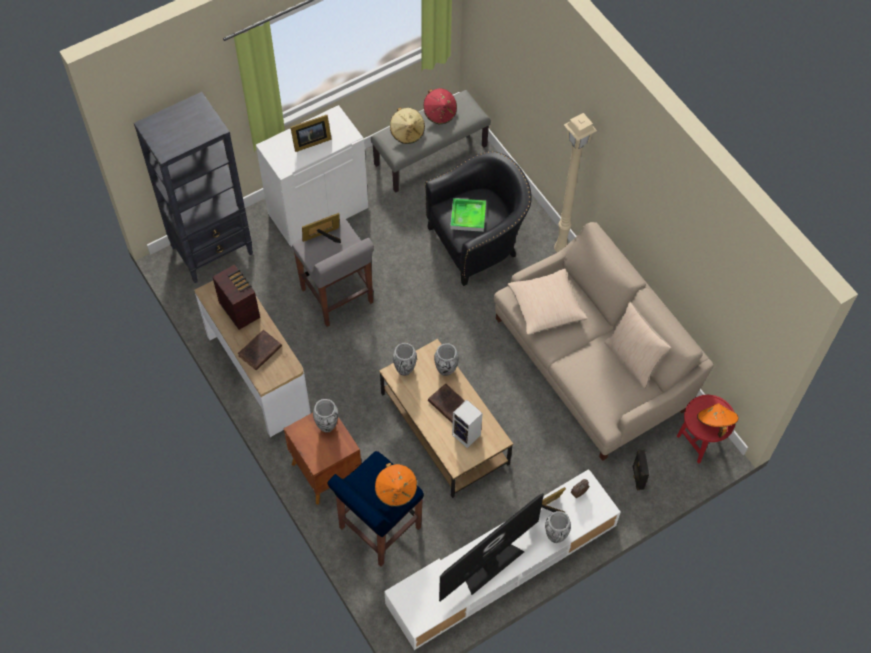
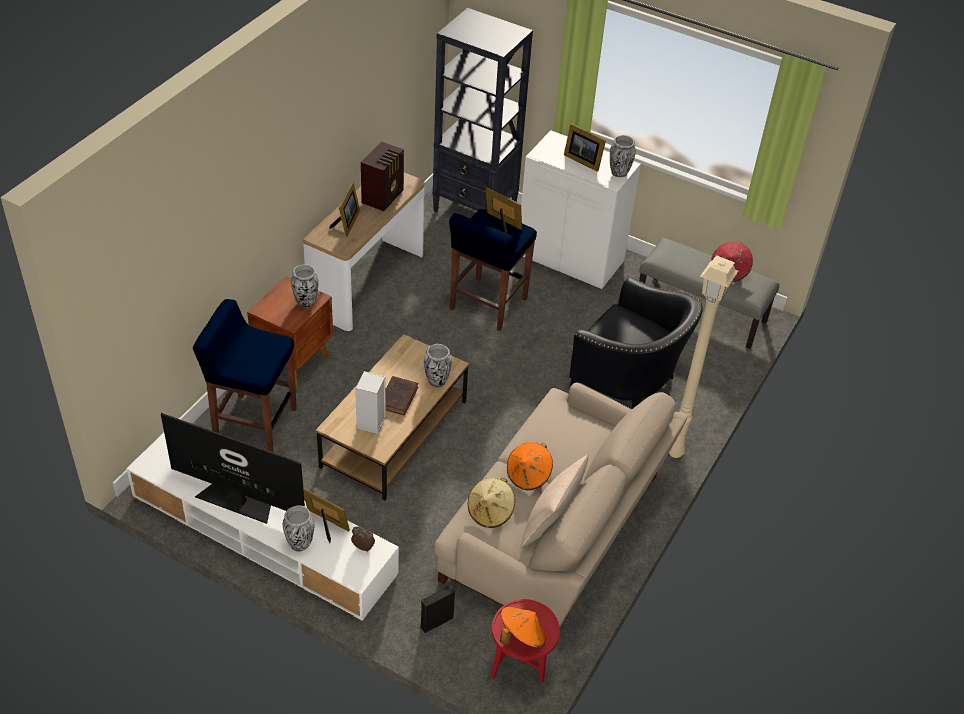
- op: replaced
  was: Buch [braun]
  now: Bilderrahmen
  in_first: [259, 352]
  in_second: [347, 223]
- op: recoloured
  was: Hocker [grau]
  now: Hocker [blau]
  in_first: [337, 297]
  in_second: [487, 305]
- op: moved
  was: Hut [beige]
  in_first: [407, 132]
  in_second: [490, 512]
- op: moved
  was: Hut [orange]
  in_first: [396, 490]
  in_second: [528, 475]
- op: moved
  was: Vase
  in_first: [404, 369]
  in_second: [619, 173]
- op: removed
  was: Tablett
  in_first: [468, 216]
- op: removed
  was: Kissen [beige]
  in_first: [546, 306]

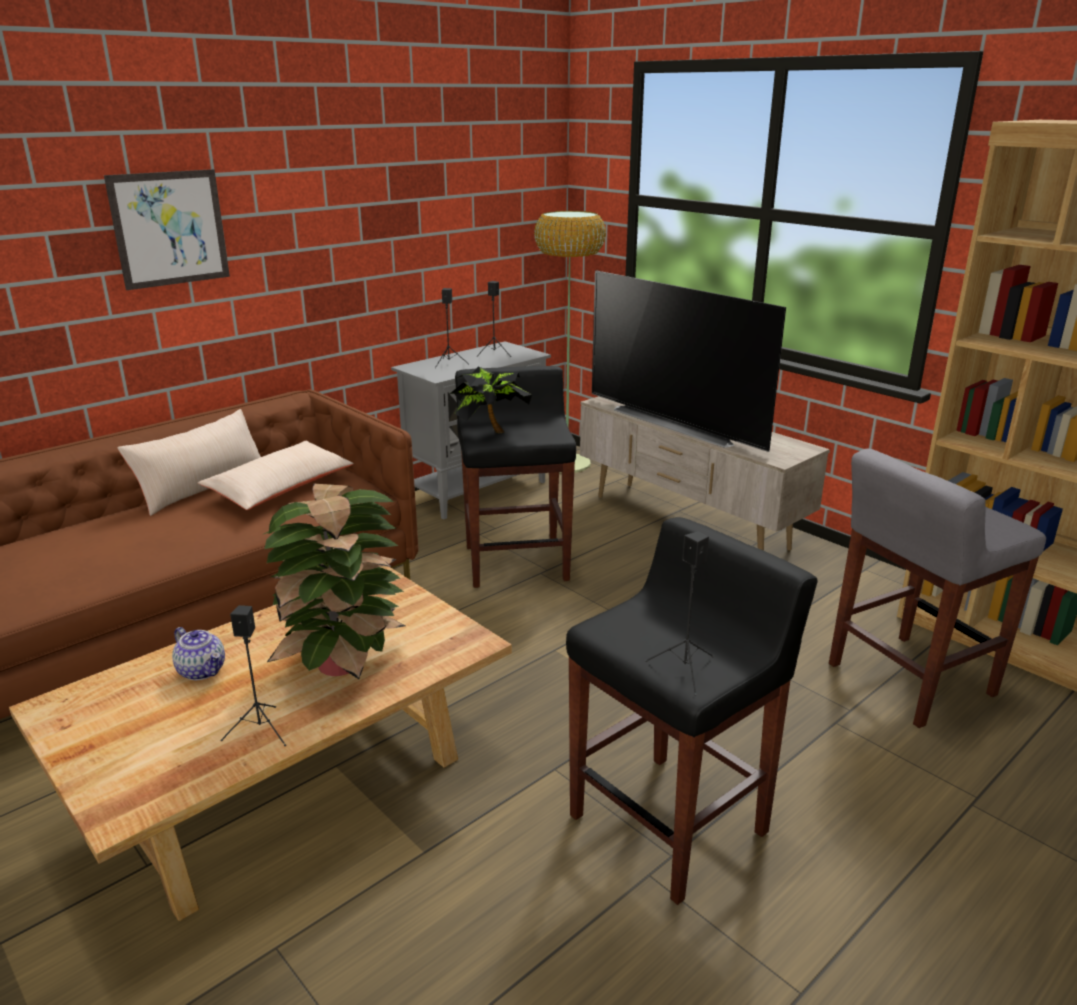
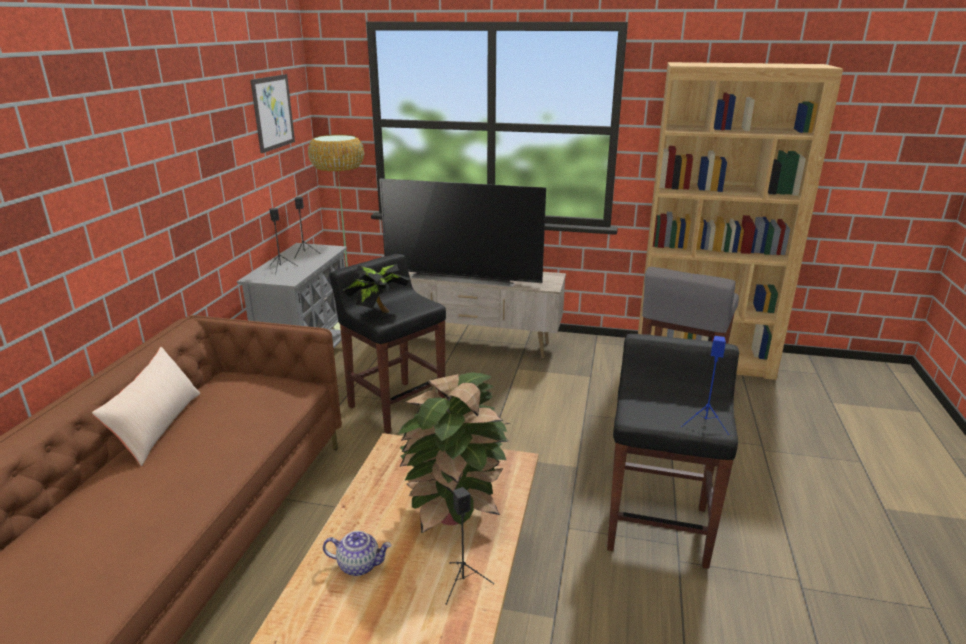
- op: moved
  was: Bild
  in_first: [170, 228]
  in_second: [273, 112]
- op: recoloured
  was: Lautsprecher [schwarz]
  now: Lautsprecher [blau]
  in_first: [685, 671]
  in_second: [705, 423]
- op: removed
  was: Kissen [beige]
  in_first: [280, 488]

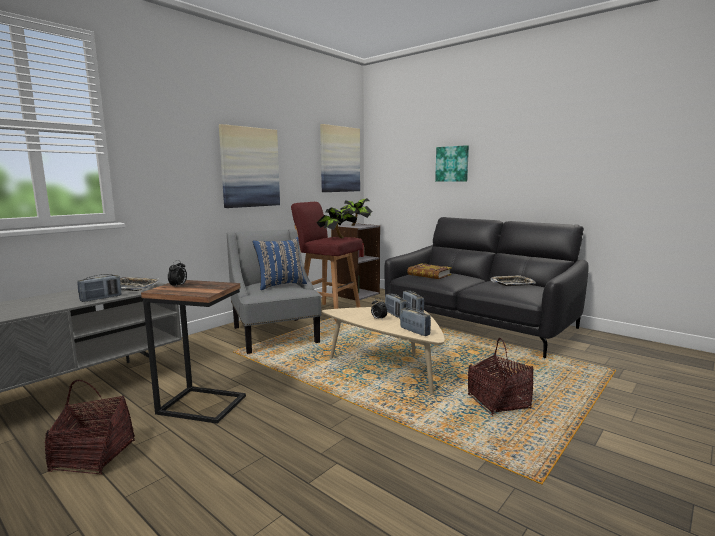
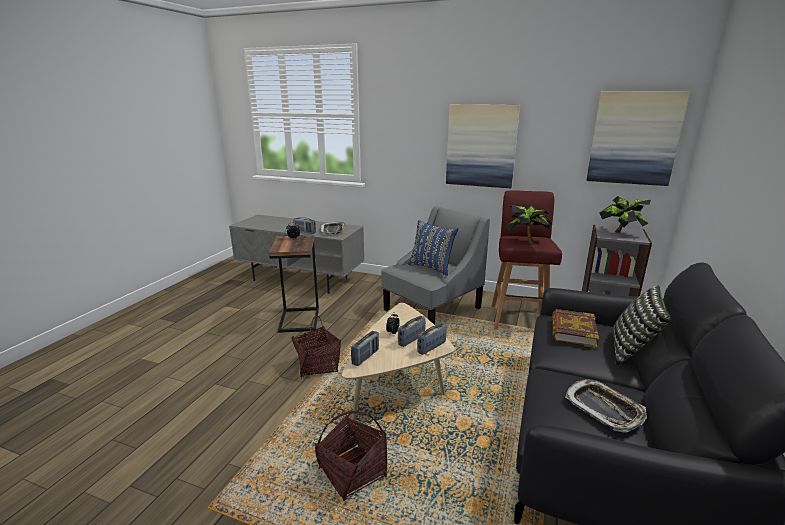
- op: moved
  was: Korb
  in_first: [93, 456]
  in_second: [318, 365]
- op: added
  now: Kissen
  in_second: [632, 350]
- op: removed
  was: Bild
  in_first: [452, 164]

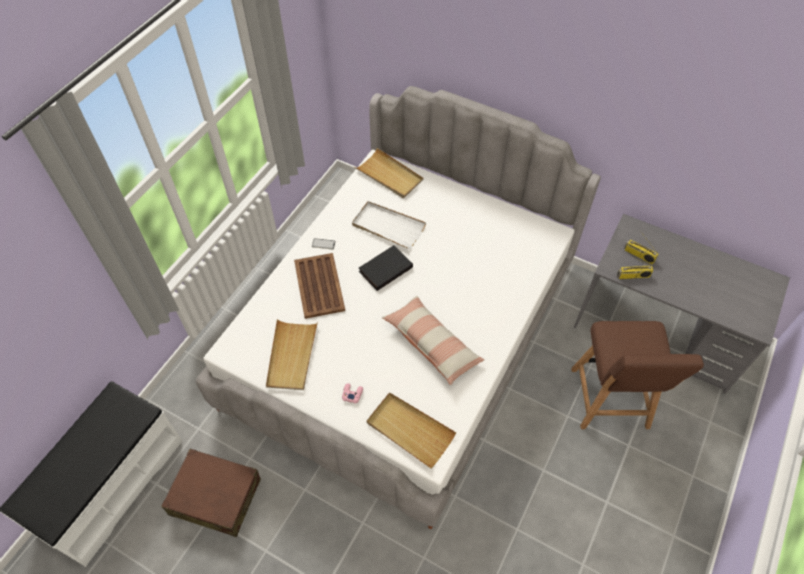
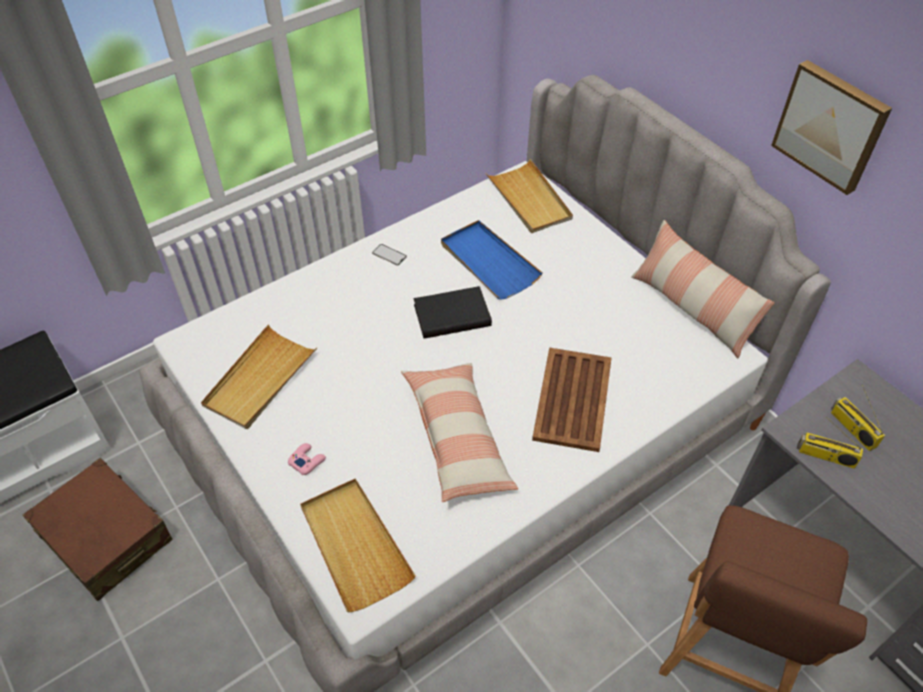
- op: recoloured
  was: Tablett [weiß]
  now: Tablett [blau]
  in_first: [388, 227]
  in_second: [488, 262]
- op: moved
  was: Tablett [braun]
  in_first: [319, 285]
  in_second: [573, 398]
- op: added
  now: Kissen
  in_second: [692, 308]
- op: added
  now: Bild
  in_second: [831, 126]

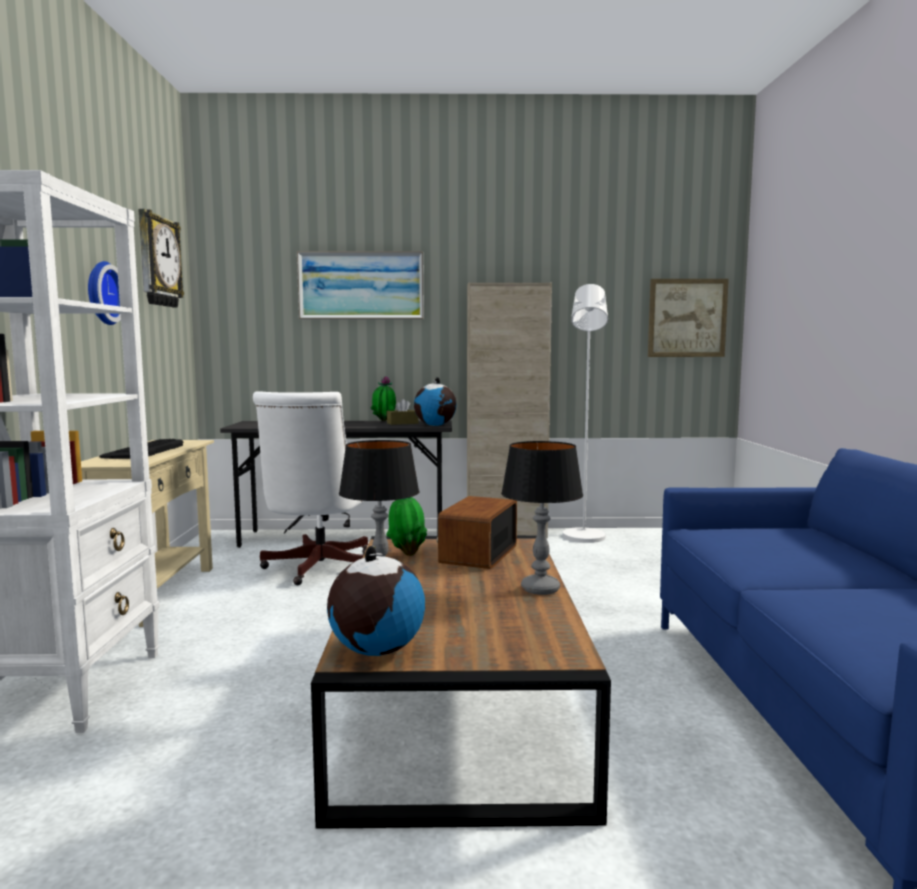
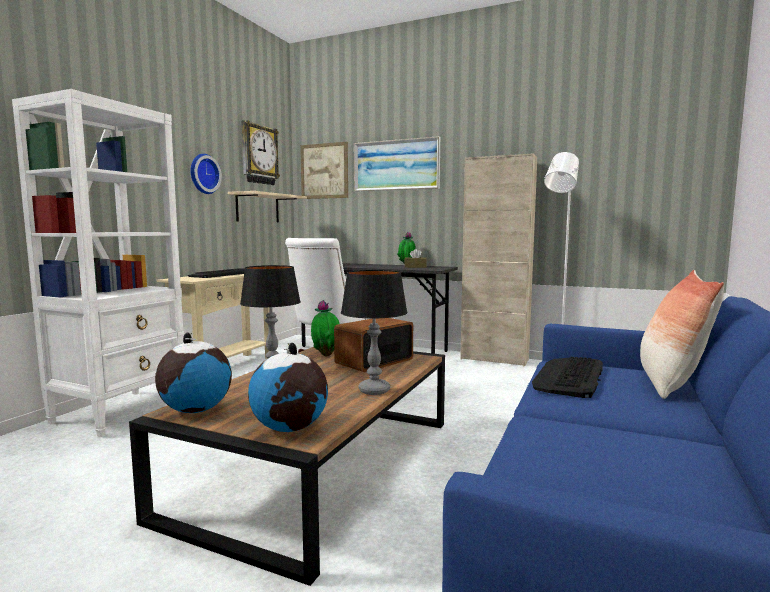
- op: added
  now: Wandregal
  in_second: [257, 208]
- op: moved
  was: Globus
  in_first: [435, 425]
  in_second: [290, 428]
- op: moved
  was: Bild
  in_first: [687, 318]
  in_second: [324, 171]
- op: added
  now: Tastatur
  in_second: [569, 377]
- op: added
  now: Kissen
  in_second: [669, 384]

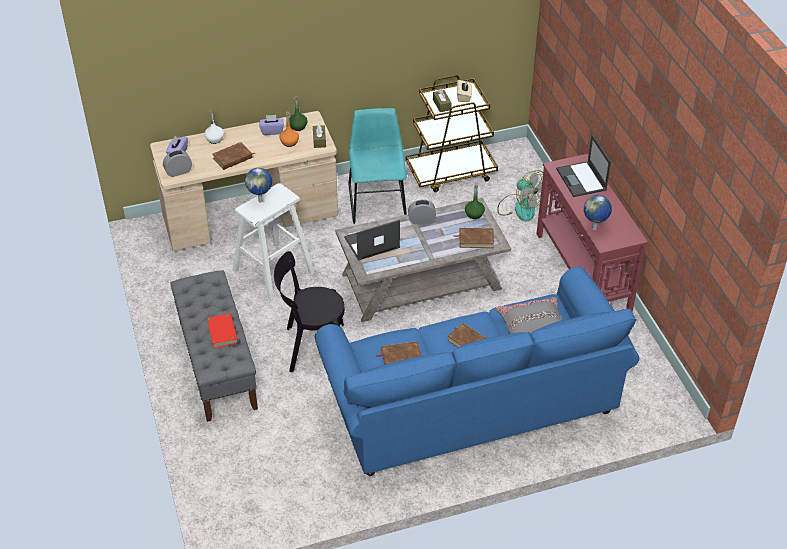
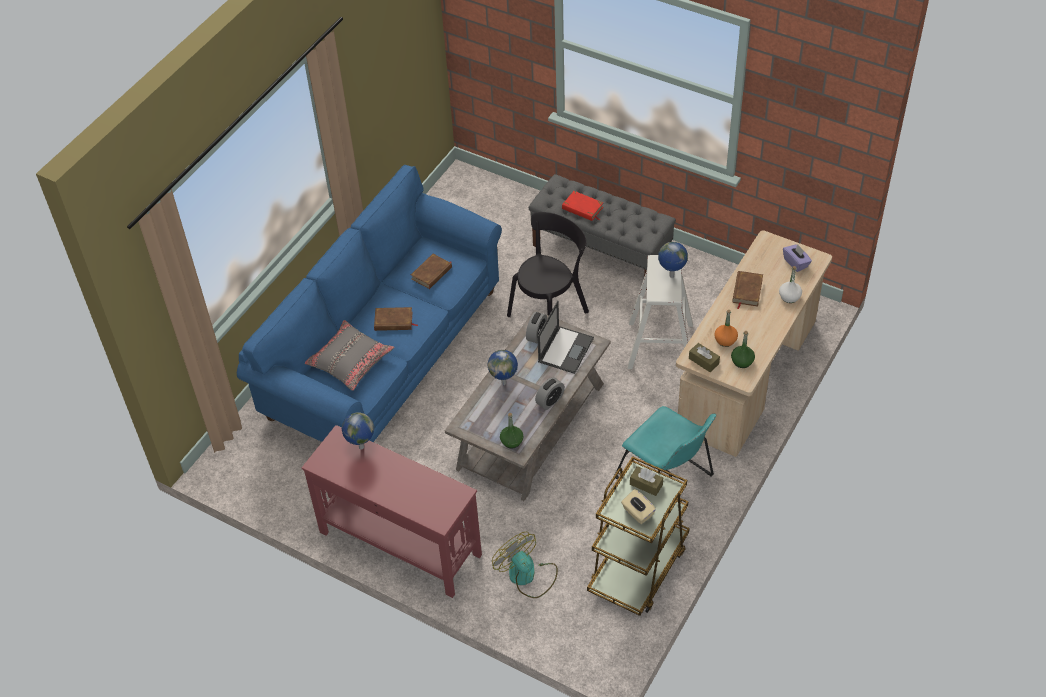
- op: added
  now: Globus
  in_second: [504, 382]
- op: turned
  was: Ventilator
  in_first: [520, 207]
  in_second: [527, 576]
  clockwise: 45
- op: moved
  was: Wecker
  in_first: [178, 172]
  in_second: [536, 335]
- op: removed
  was: Taschentuchbox [lila]
  in_first: [272, 131]
- op: removed
  was: Buch [braun]
  in_first: [476, 239]
- op: removed
  was: Laptop
  in_first: [581, 180]

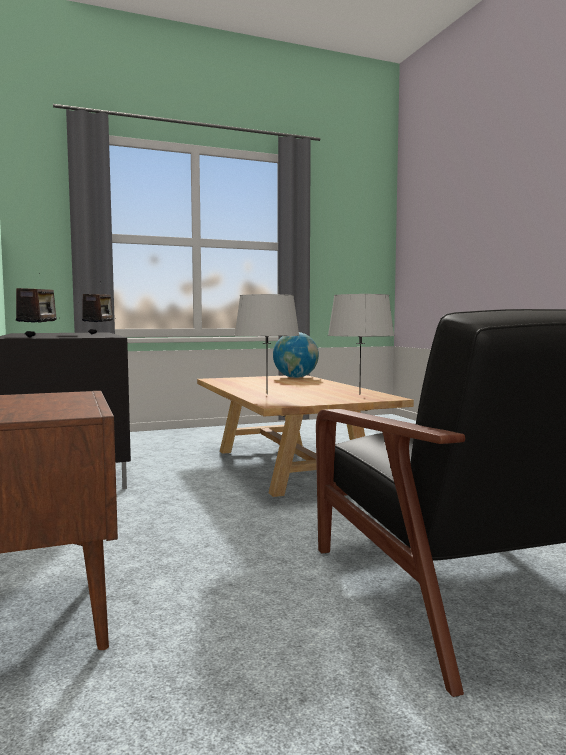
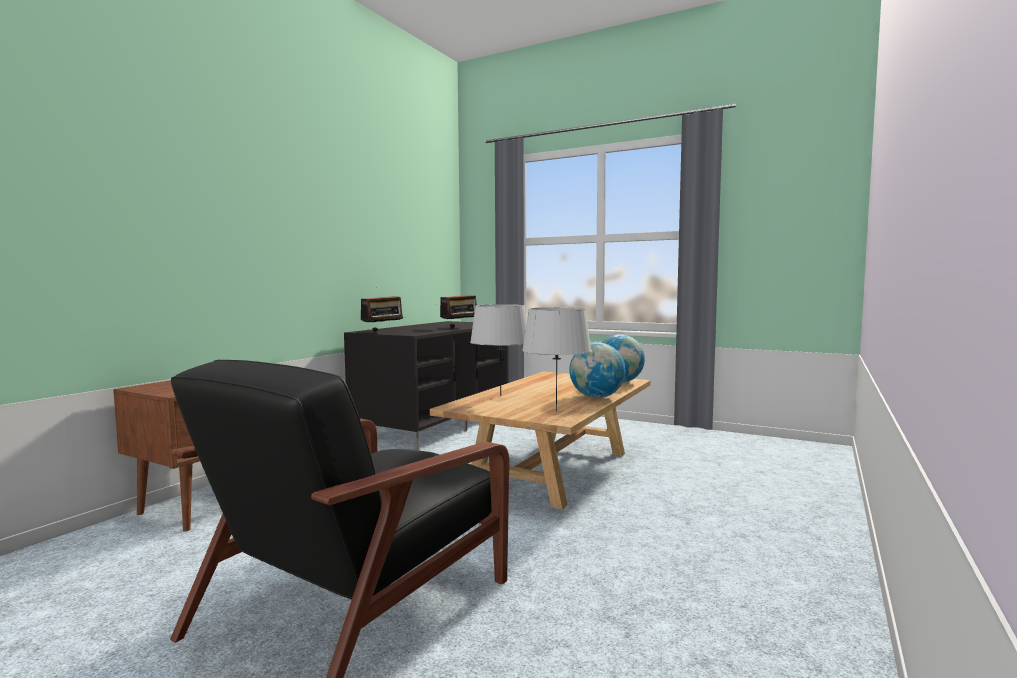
- op: added
  now: Globus
  in_second: [596, 397]

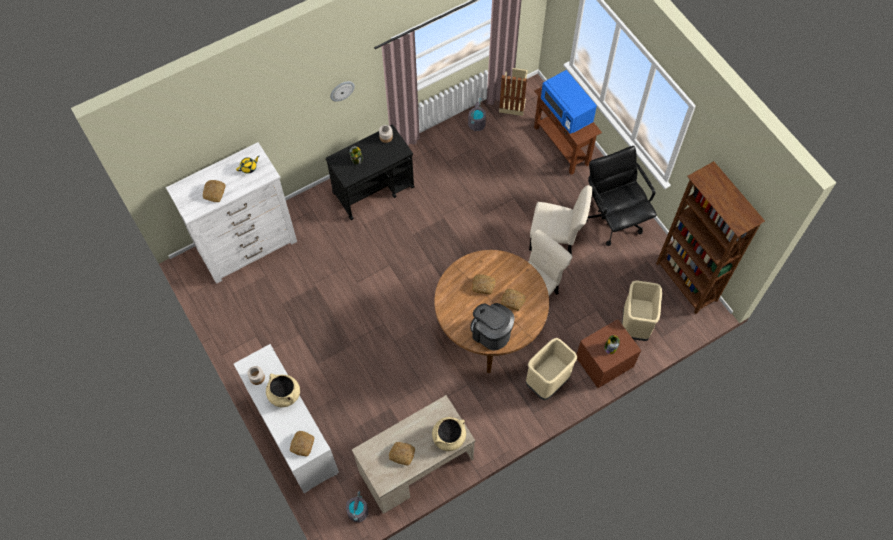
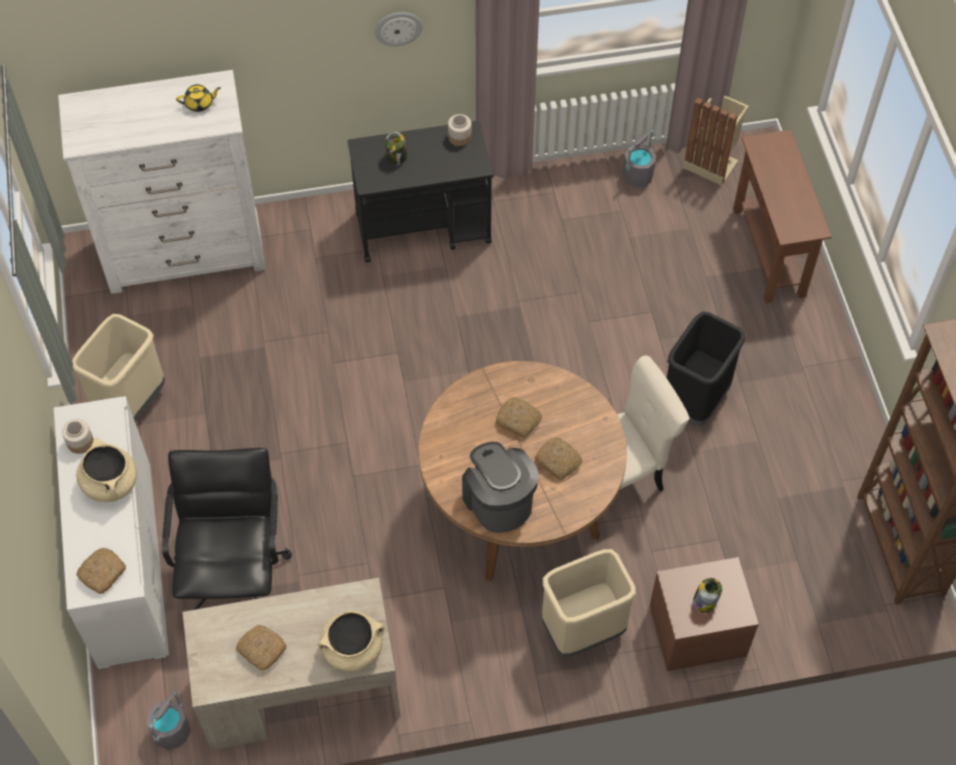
- op: moved
  was: Mülleimer [beige]
  in_first: [635, 324]
  in_second: [130, 402]
- op: moved
  was: Bürostuhl [schwarz]
  in_first: [613, 218]
  in_second: [234, 572]
- op: replaced
  was: Stuhl [beige]
  now: Mülleimer [schwarz]
  in_first: [555, 240]
  in_second: [695, 401]
- op: removed
  was: Brot
  in_first: [214, 193]
- op: removed
  was: Mikrowelle [blau]
  in_first: [566, 111]

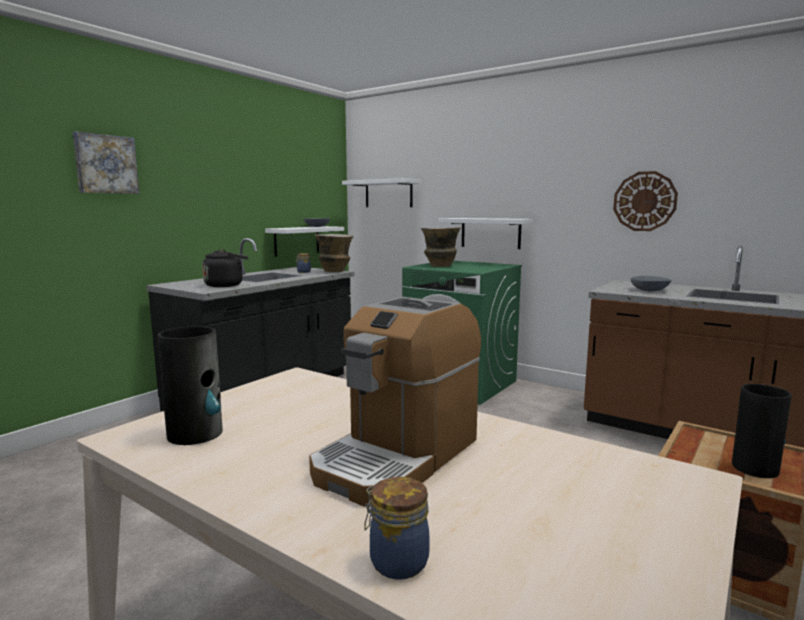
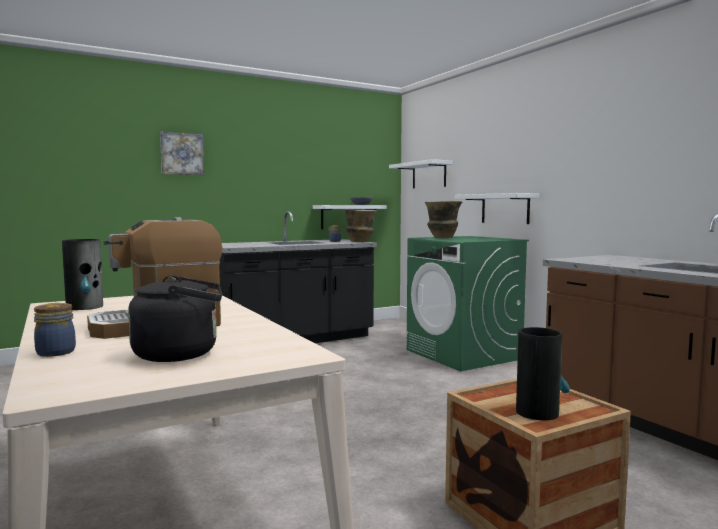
- op: moved
  was: Wasserkessel [schwarz]
  in_first: [226, 285]
  in_second: [181, 354]
- op: removed
  was: Wanduhr
  in_first: [644, 201]
- op: removed
  was: Schüssel [grau]
  in_first: [650, 290]

